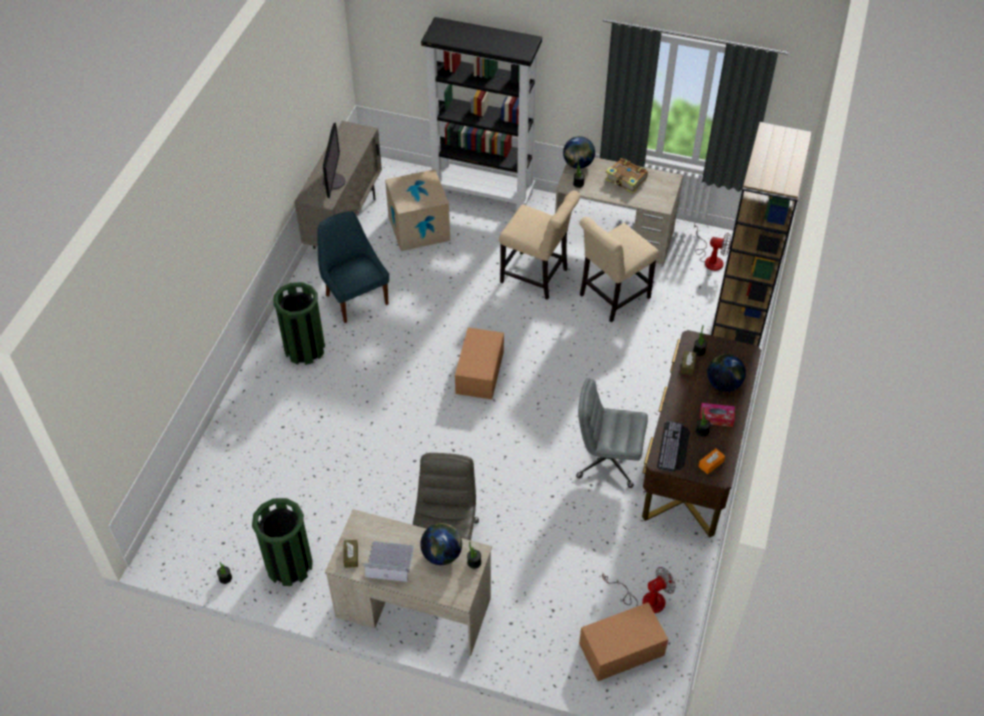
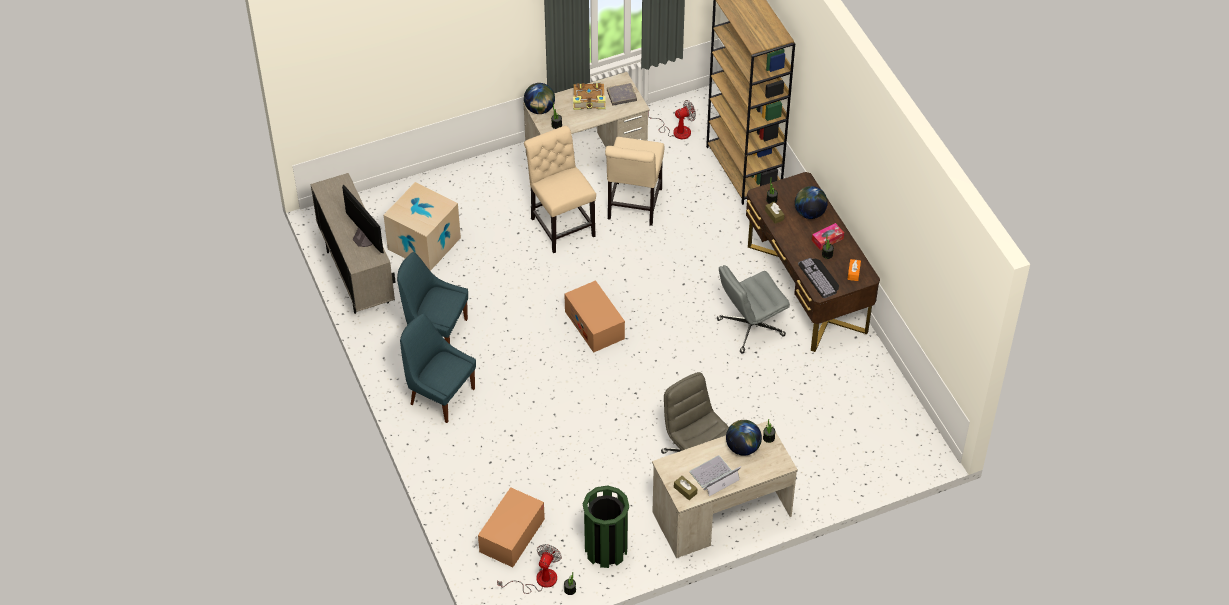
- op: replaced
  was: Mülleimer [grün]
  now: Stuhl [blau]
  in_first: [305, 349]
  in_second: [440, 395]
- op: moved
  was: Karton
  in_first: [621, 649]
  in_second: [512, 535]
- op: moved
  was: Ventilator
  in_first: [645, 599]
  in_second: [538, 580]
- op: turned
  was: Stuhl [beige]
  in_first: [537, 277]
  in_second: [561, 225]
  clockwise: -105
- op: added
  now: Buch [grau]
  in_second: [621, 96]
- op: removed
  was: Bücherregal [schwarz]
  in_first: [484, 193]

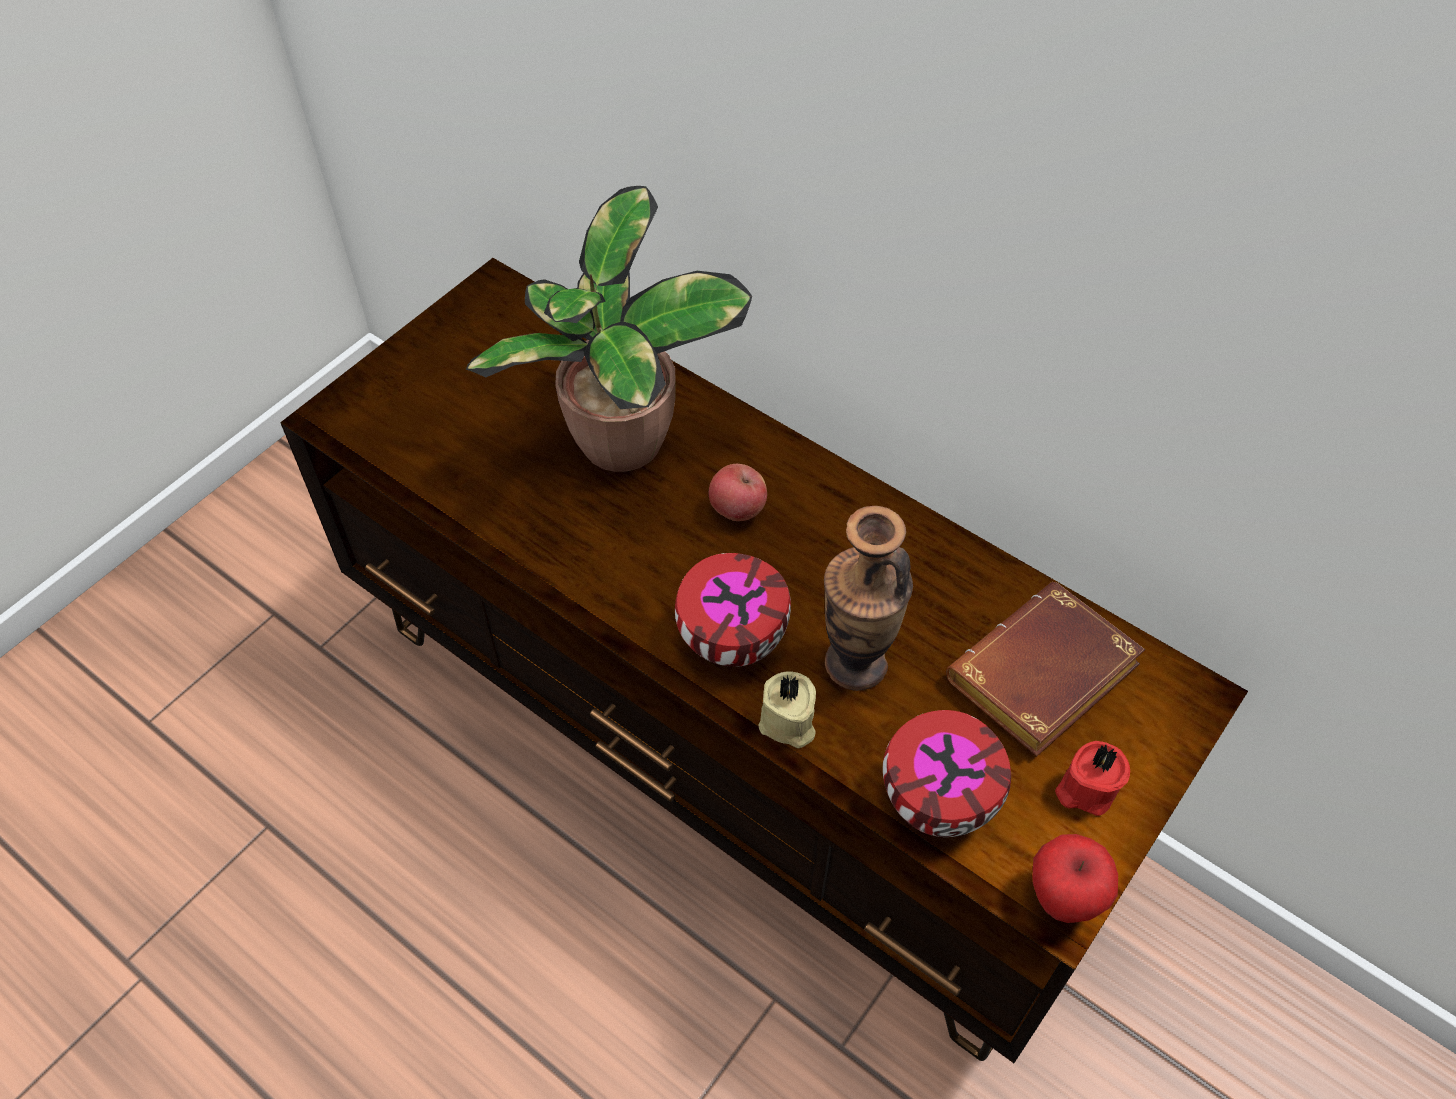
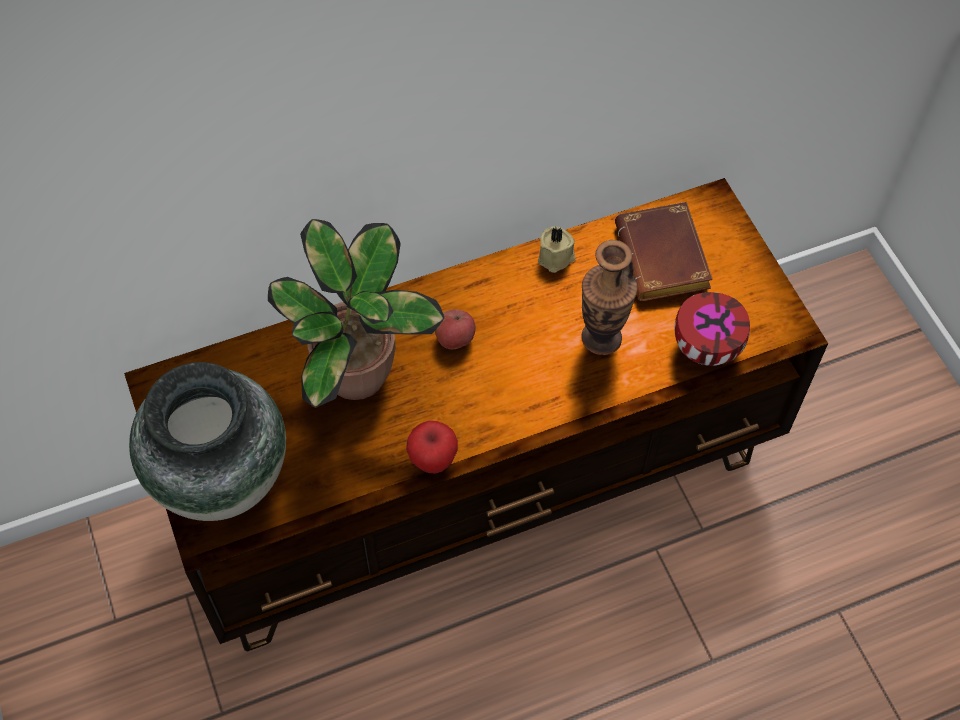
- op: added
  now: Vase
  in_second: [223, 479]
- op: moved
  was: Apfel
  in_first: [1063, 898]
  in_second: [433, 461]
- op: moved
  was: Kerze [beige]
  in_first: [787, 723]
  in_second: [556, 258]
- op: removed
  was: Schüssel
  in_first: [731, 635]
- op: removed
  was: Kerze [rot]
  in_first: [1085, 789]

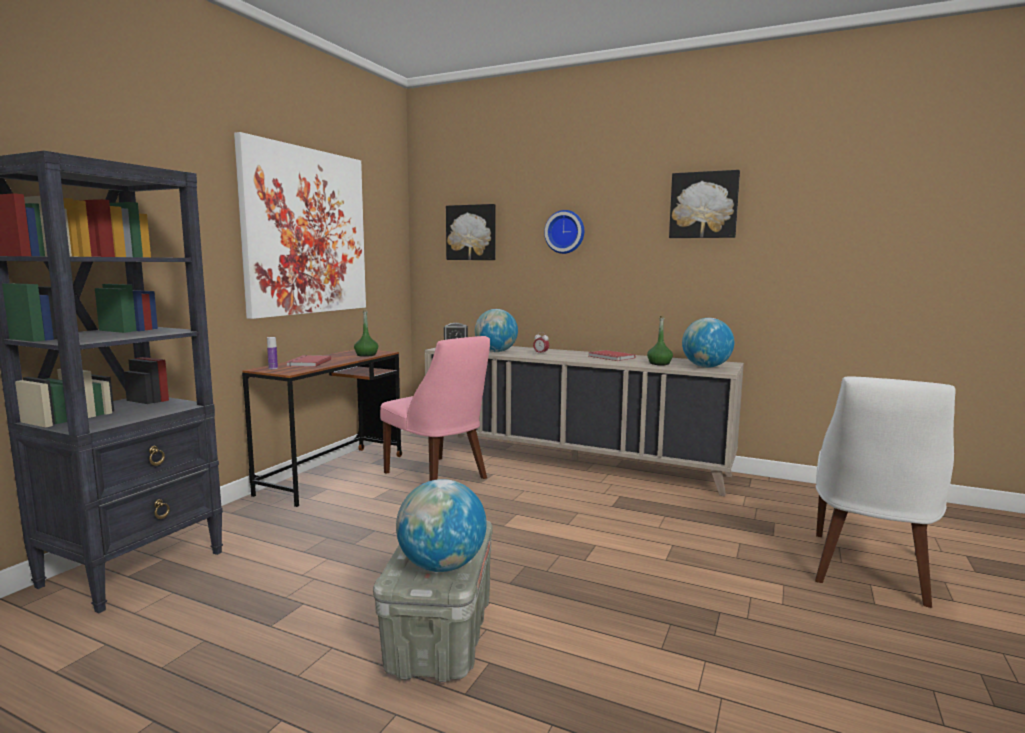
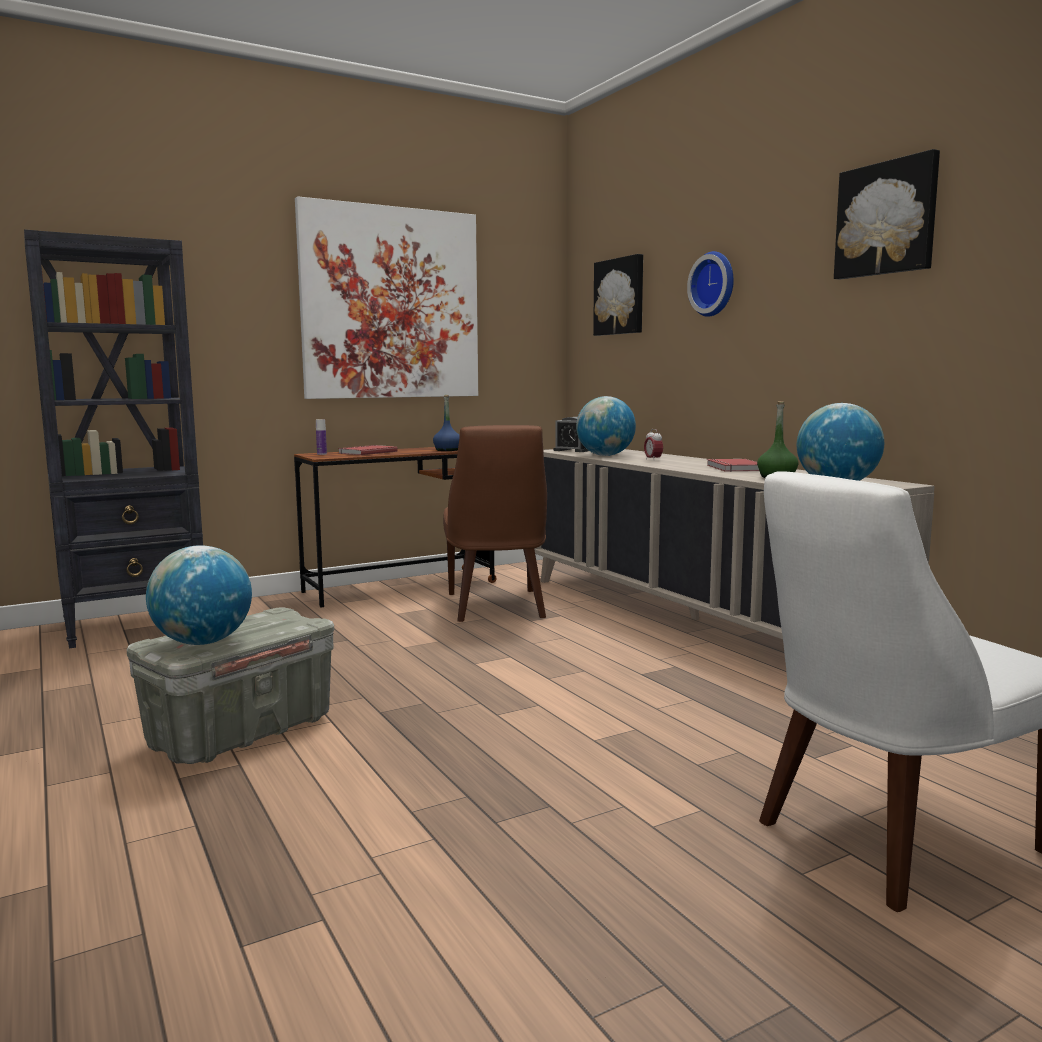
- op: recoloured
  was: Flasche [grün]
  now: Flasche [blau]
  in_first: [366, 355]
  in_second: [447, 450]
- op: recoloured
  was: Stuhl [rosa]
  now: Stuhl [braun]
  in_first: [438, 476]
  in_second: [496, 607]

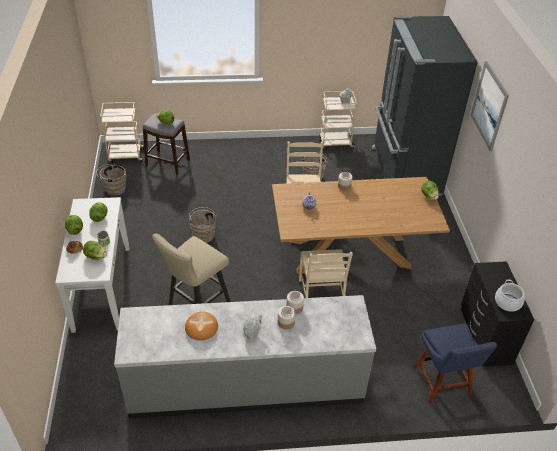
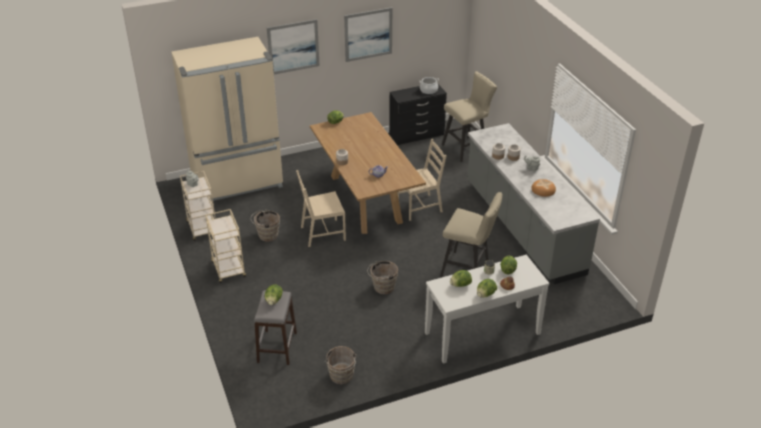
- op: recoloured
  was: Kühlschrank [schwarz]
  now: Kühlschrank [beige]
  in_first: [404, 171]
  in_second: [238, 182]
- op: moved
  was: Rollwagen [beige]
  in_first: [125, 156]
  in_second: [229, 270]
- op: added
  now: Bild
  in_second: [368, 34]
- op: replaced
  was: Stuhl [blau]
  now: Hocker [beige]
  in_first: [443, 383]
  in_second: [467, 148]

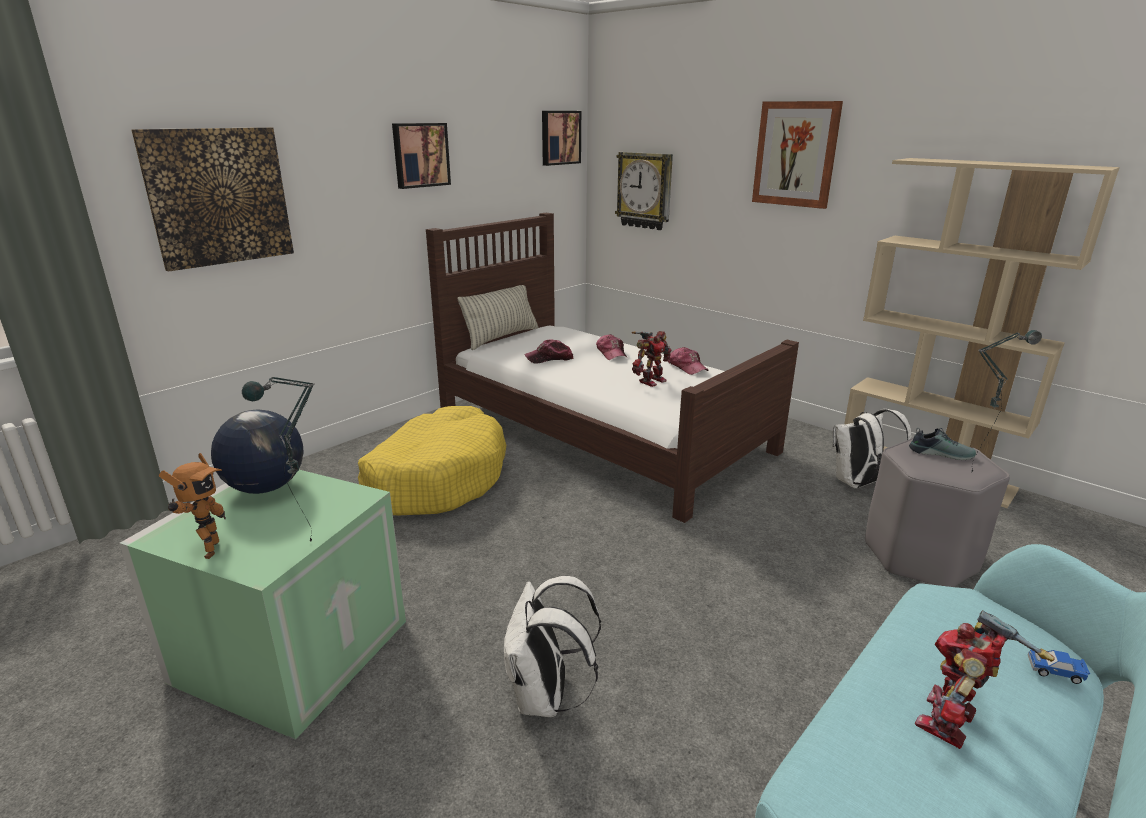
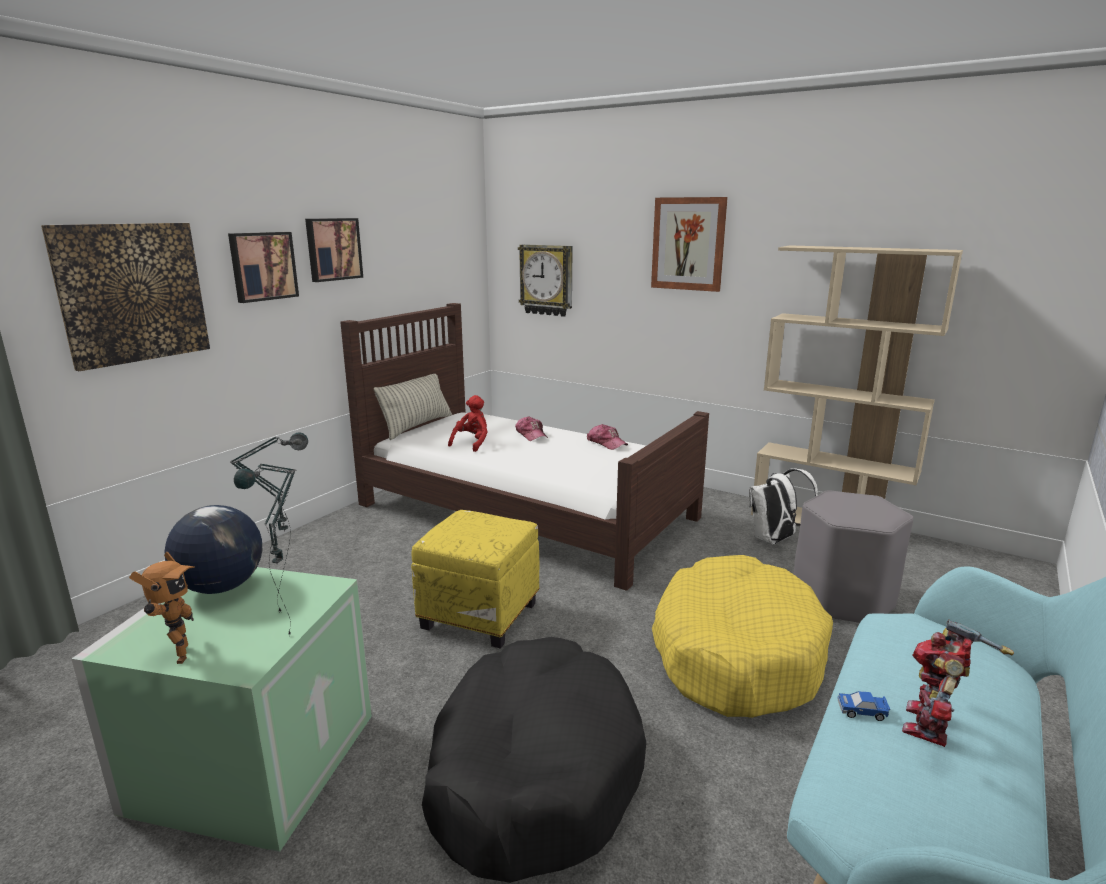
- op: moved
  was: Bild
  in_first: [559, 137]
  in_second: [262, 266]
- op: moved
  was: Tischlampe
  in_first: [974, 469]
  in_second: [291, 606]
- op: added
  now: Polsterhocker [gelb]
  in_second: [481, 615]
- op: replaced
  was: Rucksack [weiß]
  now: Hundebett [schwarz]
  in_first: [545, 697]
  in_second: [533, 771]
- op: replaced
  was: Kappe
  now: Plüschtier [rot]
  in_first: [549, 358]
  in_second: [472, 443]
- op: moved
  was: Hundebett [gelb]
  in_first: [436, 478]
  in_second: [735, 653]
- op: moved
  was: Spielzeugauto
  in_first: [1055, 671]
  in_second: [862, 711]
- op: removed
  was: Spielzeugroboter
  in_first: [650, 381]
- op: removed
  was: Schuh
  in_first: [940, 453]

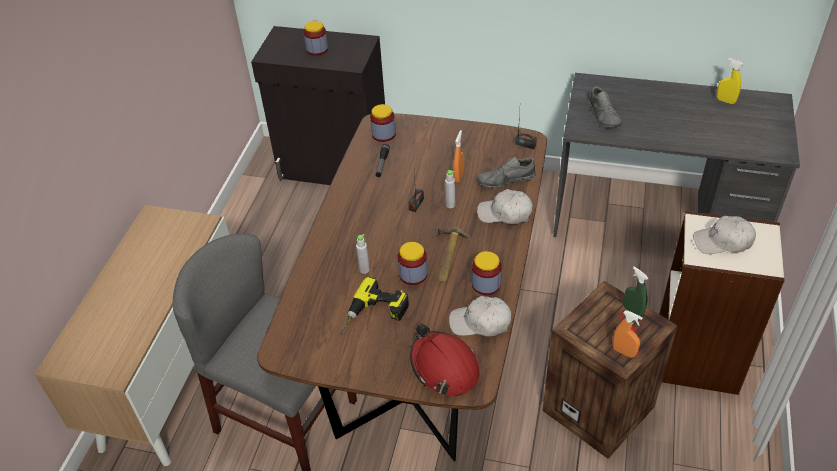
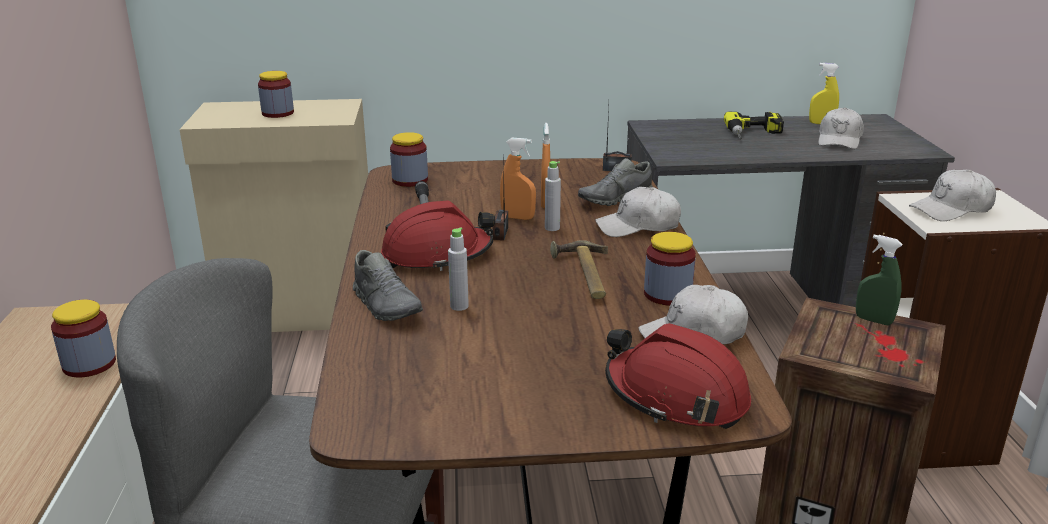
- op: moved
  was: Vorratsglas
  in_first: [413, 274]
  in_second: [89, 364]
- op: recoloured
  was: Schrank [schwarz]
  now: Schrank [beige]
  in_first: [334, 168]
  in_second: [302, 312]
- op: moved
  was: Schuh [grau]
  in_first: [604, 116]
  in_second: [386, 305]
- op: added
  now: Schutzhelm [rot]
  in_second: [437, 255]
- op: moved
  was: Sprühflasche [orange]
  in_first: [624, 352]
  in_second: [518, 217]
- op: moved
  was: Bohrmaschine
  in_first: [374, 316]
  in_second: [754, 134]
- op: added
  now: Kappe [weiß]
  in_second: [839, 140]

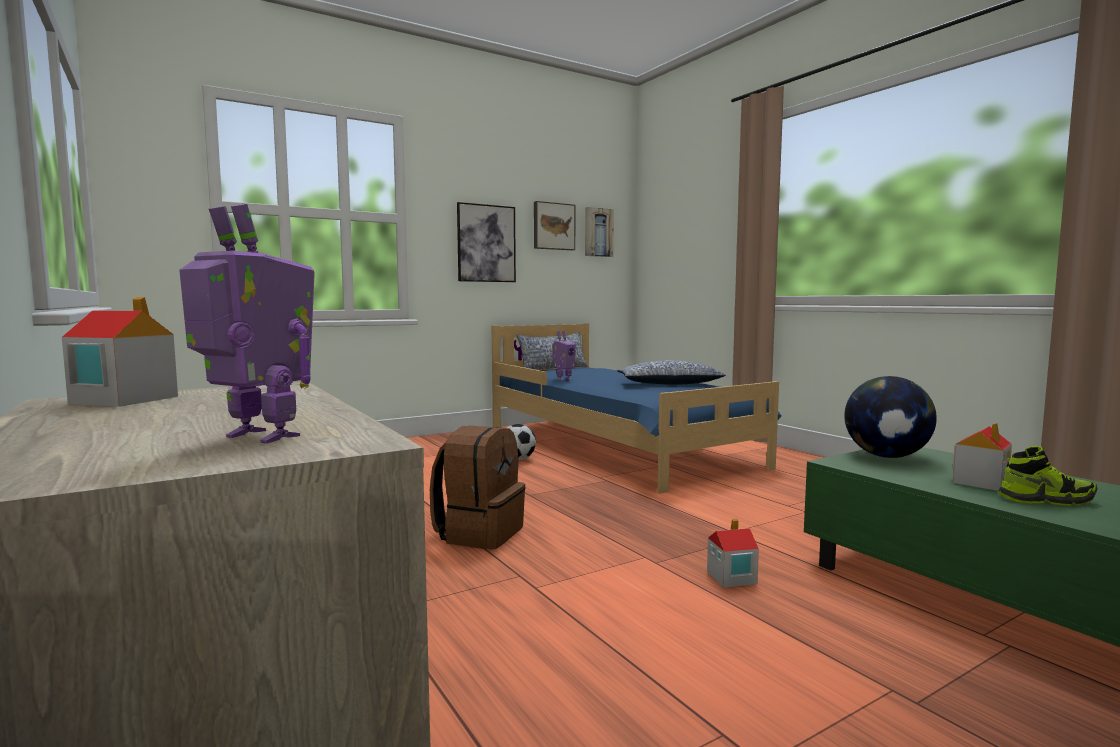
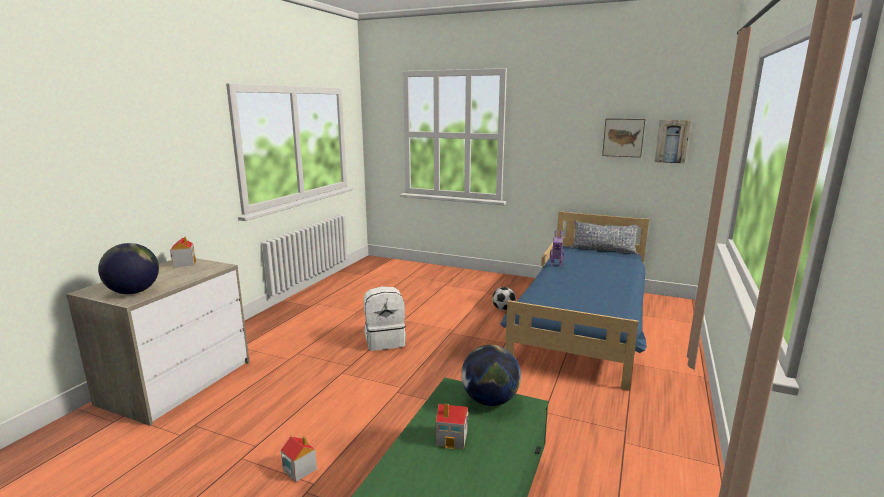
- op: replaced
  was: Spielzeugroboter
  now: Globus
  in_first: [259, 437]
  in_second: [133, 292]
- op: moved
  was: Spielzeughaus
  in_first: [730, 578]
  in_second: [299, 469]
- op: recoloured
  was: Rucksack [braun]
  now: Rucksack [weiß]
  in_first: [479, 533]
  in_second: [385, 341]
- op: removed
  was: Bild
  in_first: [486, 243]
- op: removed
  was: Kissen
  in_first: [670, 384]
- op: removed
  was: Schuh
  in_first: [1046, 500]

